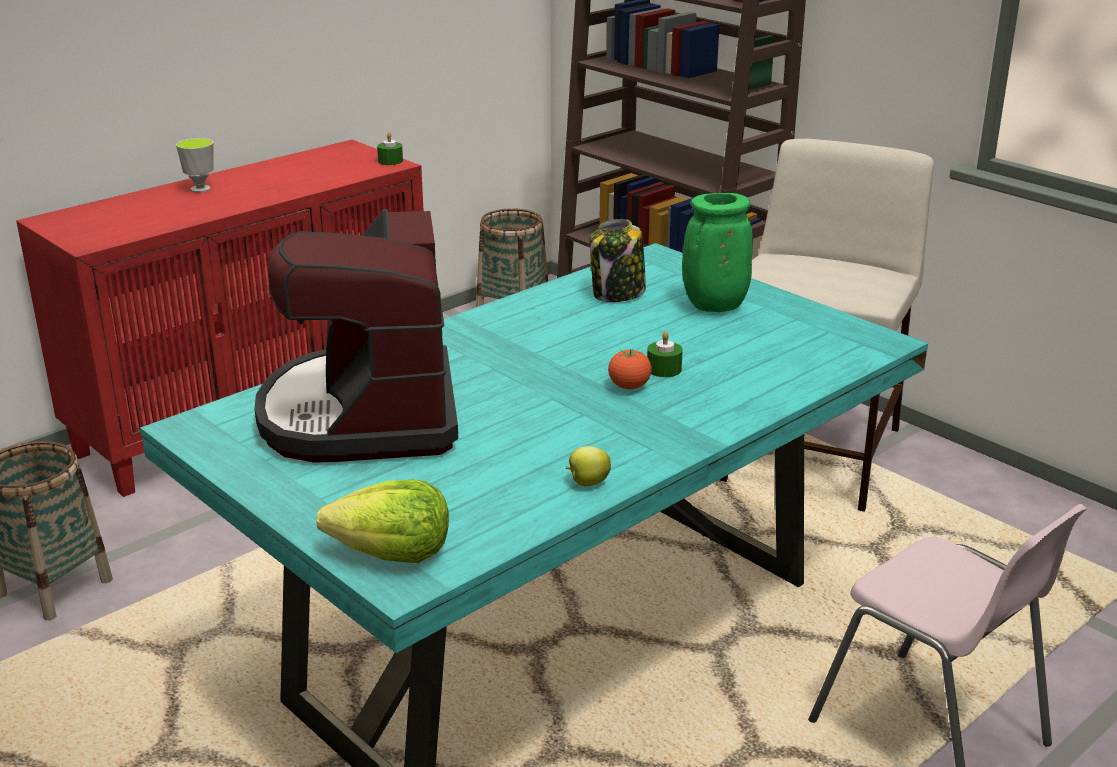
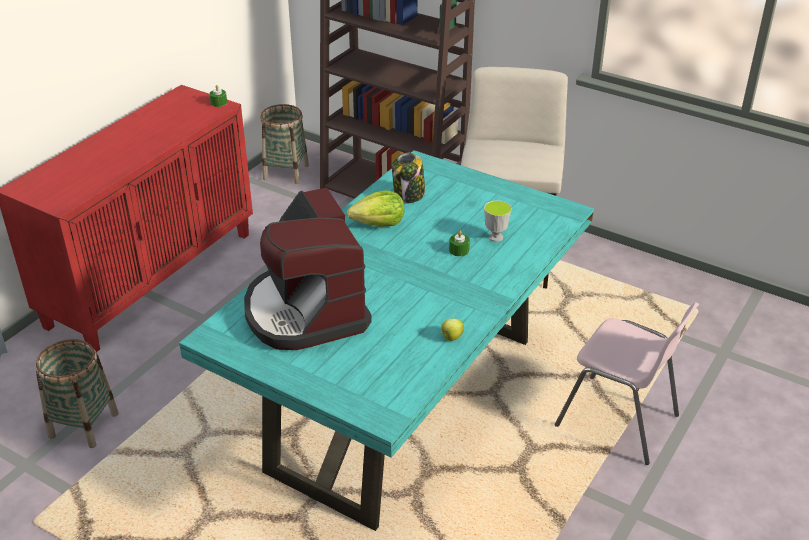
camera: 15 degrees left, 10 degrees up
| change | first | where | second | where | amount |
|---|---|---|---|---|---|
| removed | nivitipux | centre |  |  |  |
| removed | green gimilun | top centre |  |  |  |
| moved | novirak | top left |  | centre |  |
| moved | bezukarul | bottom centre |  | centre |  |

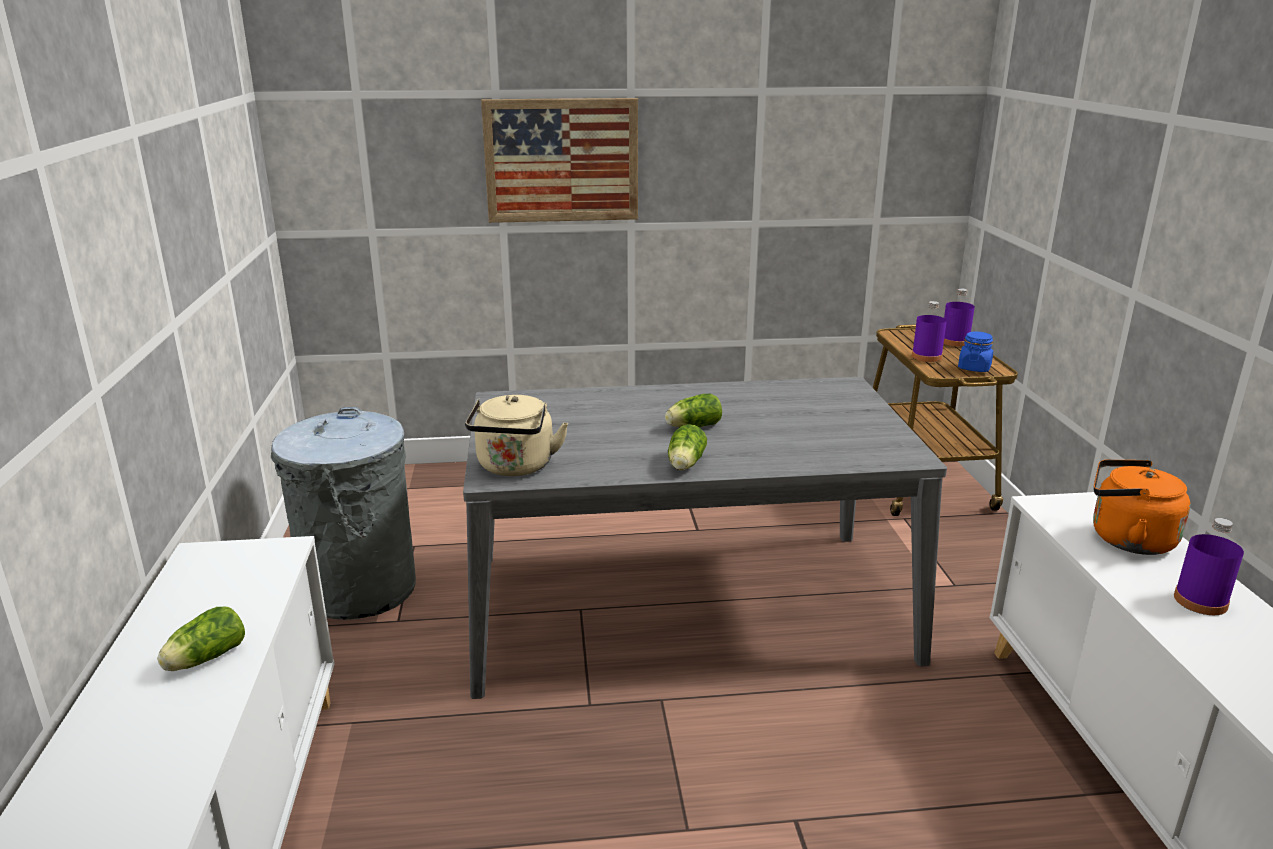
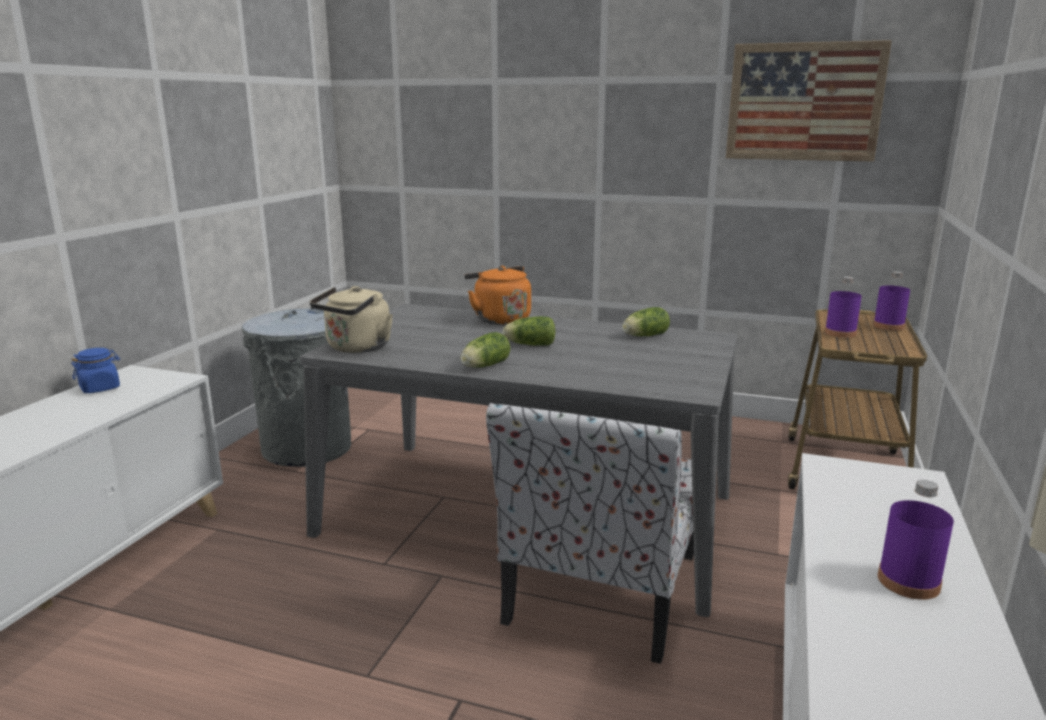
camera: 25 degrees right, 5 degrees down
| change | first | where | second | where | amount |
|---|---|---|---|---|---|
| added |  |  | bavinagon | bottom centre |  |
| moved | bezukarul (1st from left in the first image) | bottom left | bezukarul (3rd from left) | centre |  |
| moved | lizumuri | top centre |  | top right |  |
| moved | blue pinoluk | middle right |  | middle left |  |
| moved | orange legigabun | middle right |  | centre |  |

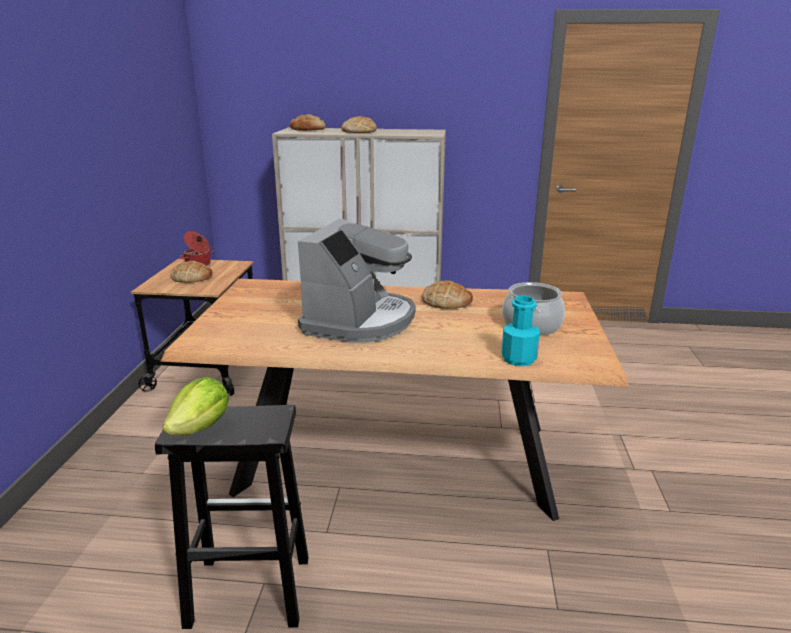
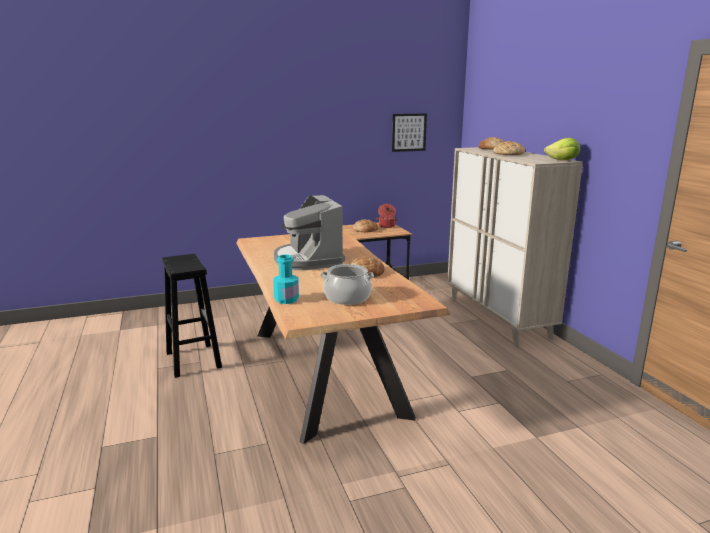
camera: 65 degrees right, 5 degrees down
| change | first | where | second | where | amount |
|---|---|---|---|---|---|
| added |  |  | lizumuri | top centre |  |
| moved | bezukarul | middle left |  | top right |  |
| turned | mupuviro | centre |  | centre | 75 degrees clockwise |

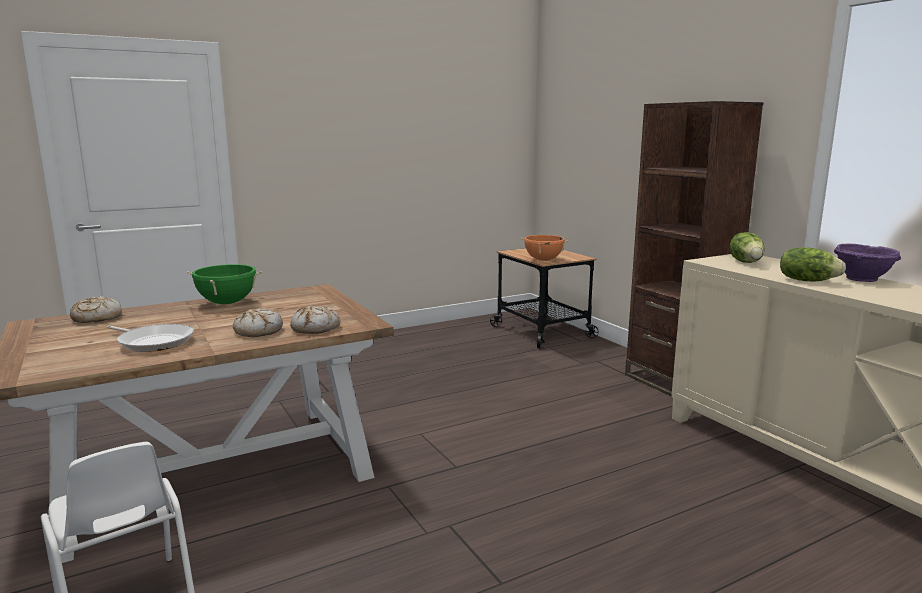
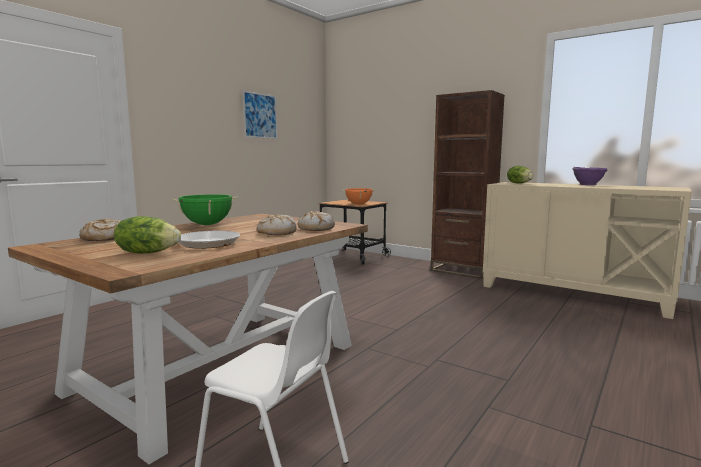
camera: 25 degrees left, 5 degrees down
| change | first | where | second | where | amount |
|---|---|---|---|---|---|
| added |  |  | lizumuri | top centre |  |
| moved | bezukarul (2nd from left in the first image) | middle right | bezukarul (1st from left) | middle left |  |

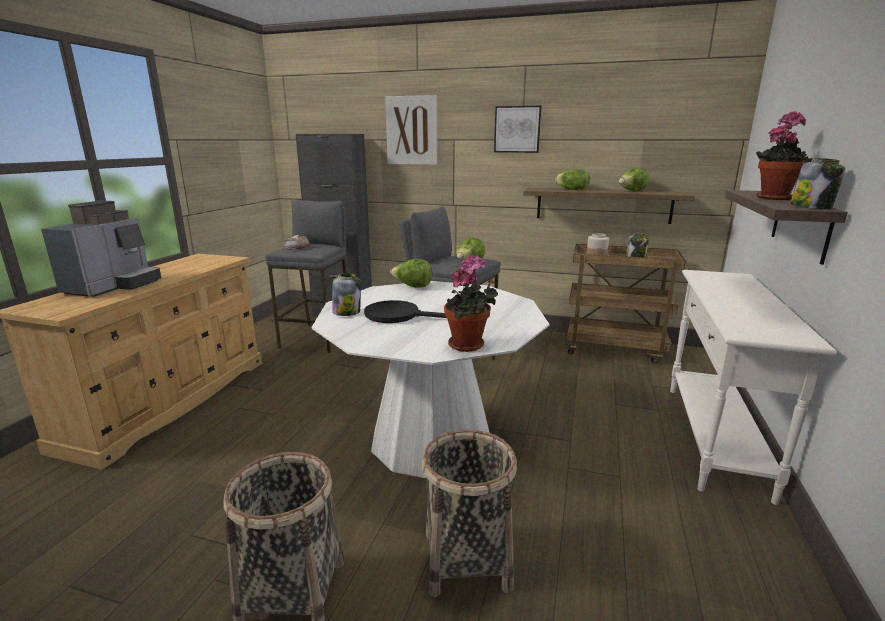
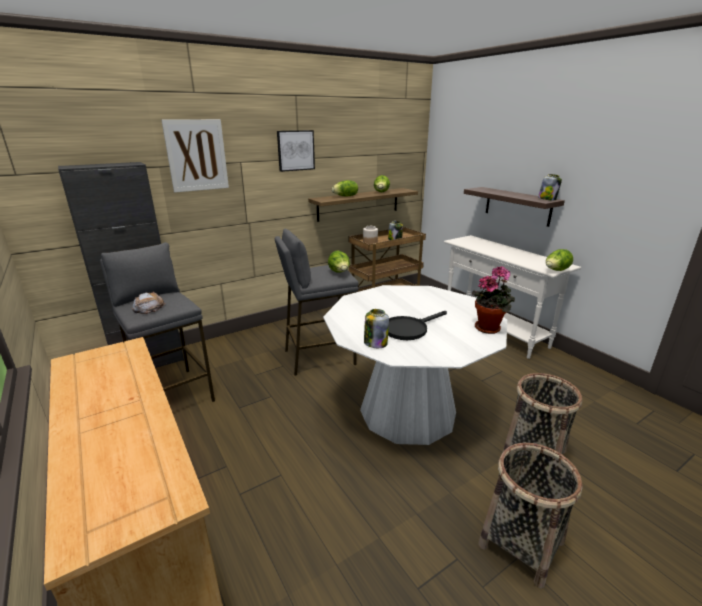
camera: 50 degrees left, 5 degrees up
| change | first | where | second | where | amount |
|---|---|---|---|---|---|
| removed | mupuviro | middle left |  |  |  |
| removed | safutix (2nd from left) | top right |  |  |  |
| moved | bezukarul (1st from left in the first image) | centre | bezukarul (4th from left) | middle right |  |

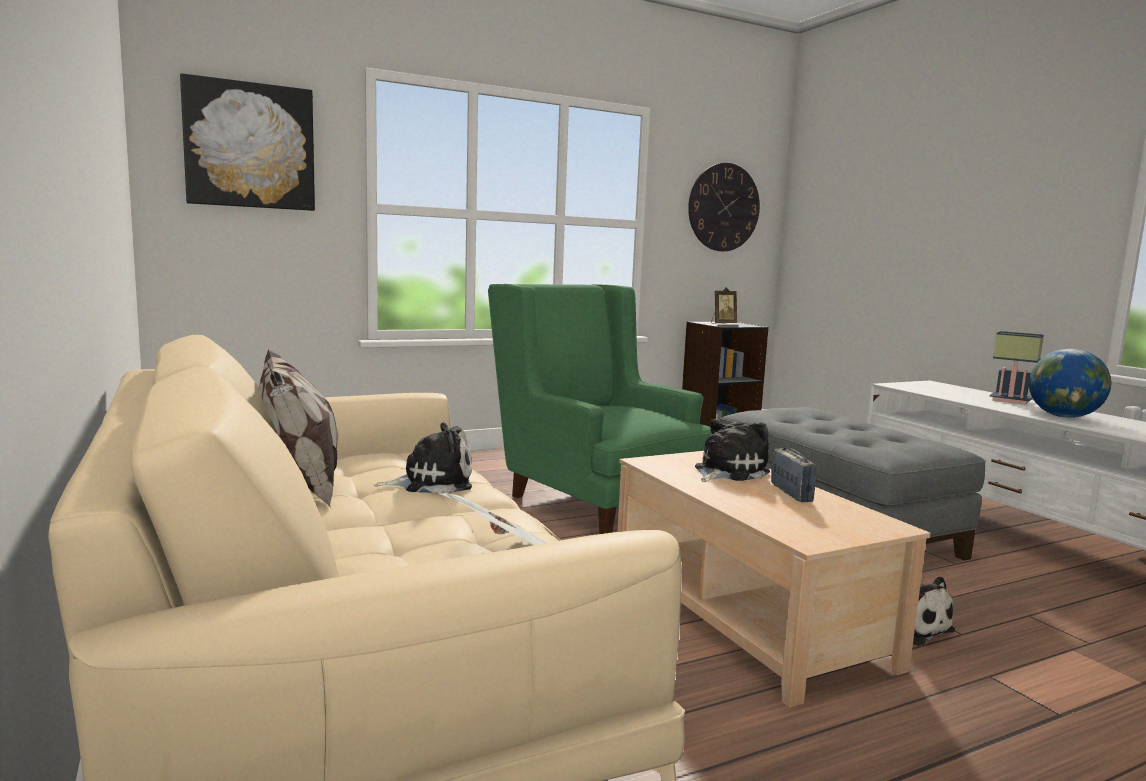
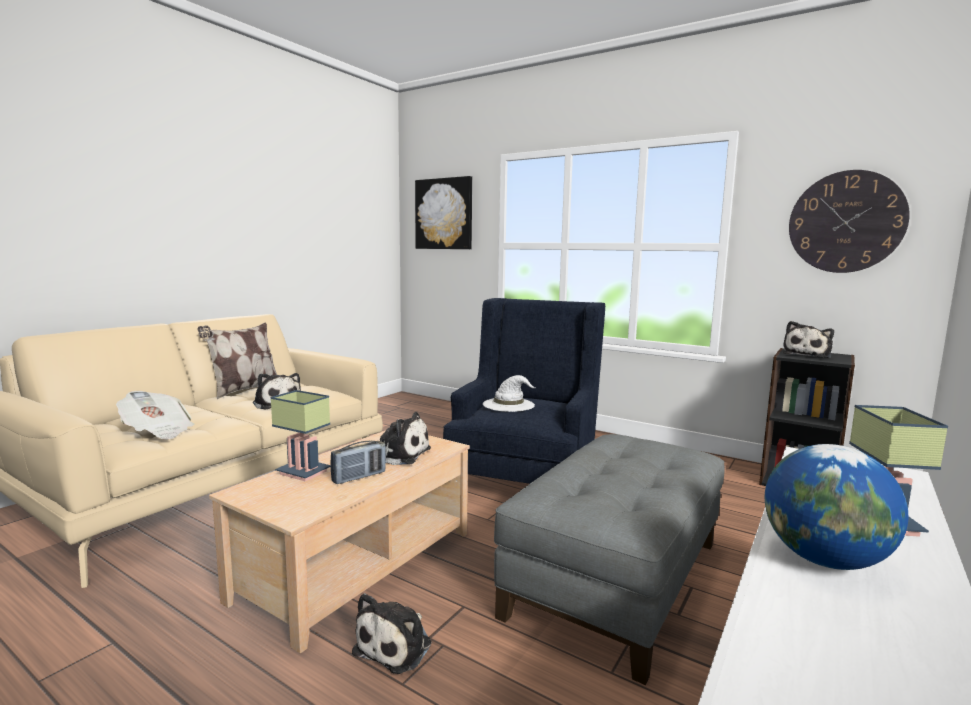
camera: 60 degrees right, 0 degrees up
| change | first | where | second | where | amount |
|---|---|---|---|---|---|
| added |  |  | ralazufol (1st from left) | middle left |  |
| added |  |  | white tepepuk | centre |  |
| replaced | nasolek | centre | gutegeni (4th from left) | middle right |  |
| recoloured | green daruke | centre | blue daruke | centre |  |

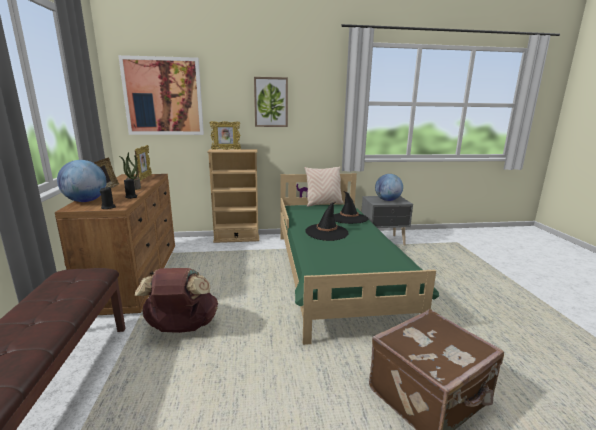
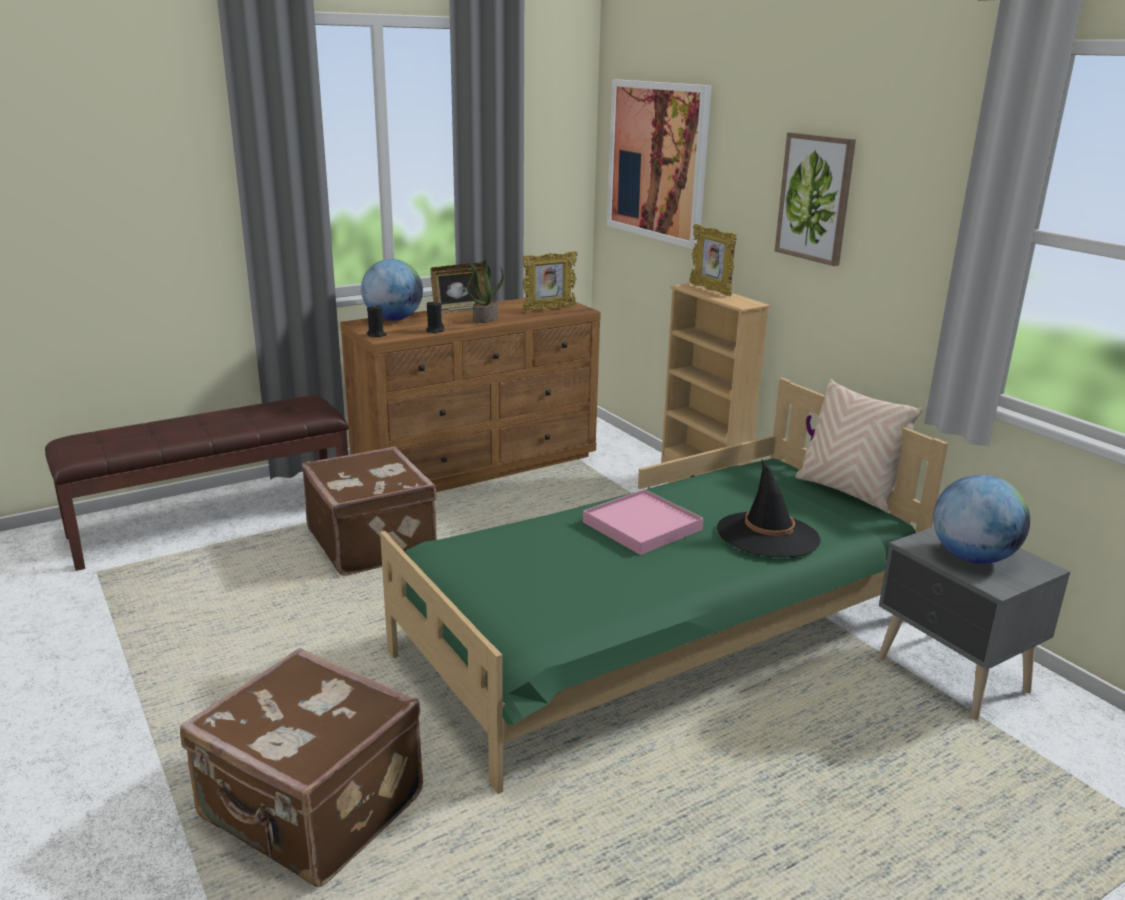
camera: 65 degrees right, 5 degrees up
| change | first | where | second | where | amount |
|---|---|---|---|---|---|
| replaced | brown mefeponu | bottom left | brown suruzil (2nd from left) | middle left |  |
| replaced | black tepepuk (1st from left) | centre | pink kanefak | centre |  |

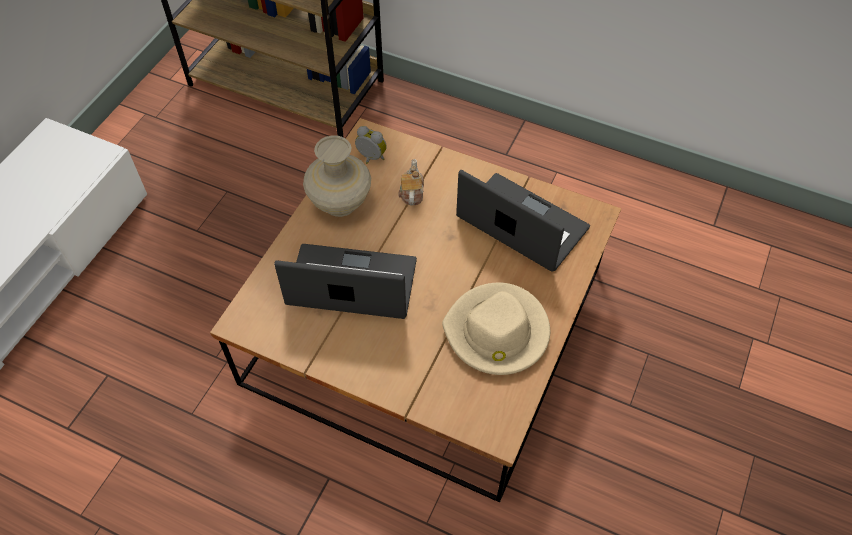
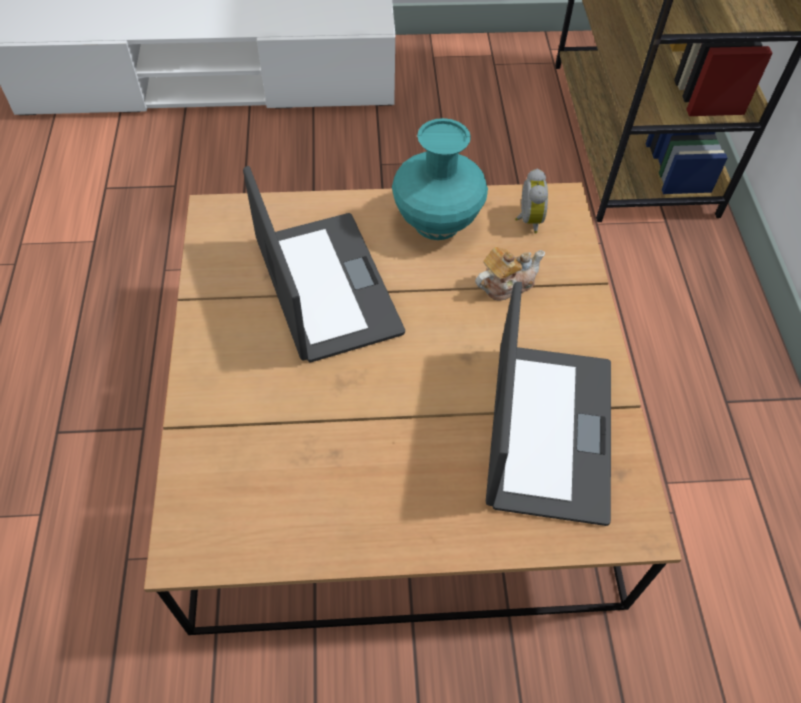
camera: 60 degrees right, 0 degrees up
| change | first | where | second | where | amount |
|---|---|---|---|---|---|
| removed | beige tepepuk | centre |  |  |  |
| recoloured | beige gimilun | top centre | turquoise gimilun | top centre |  |

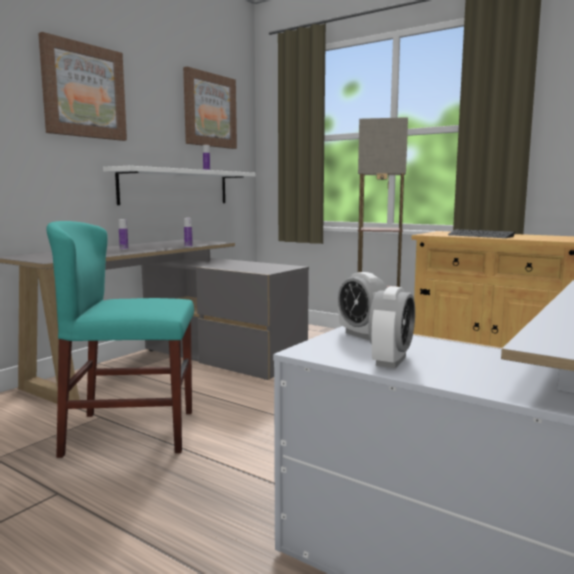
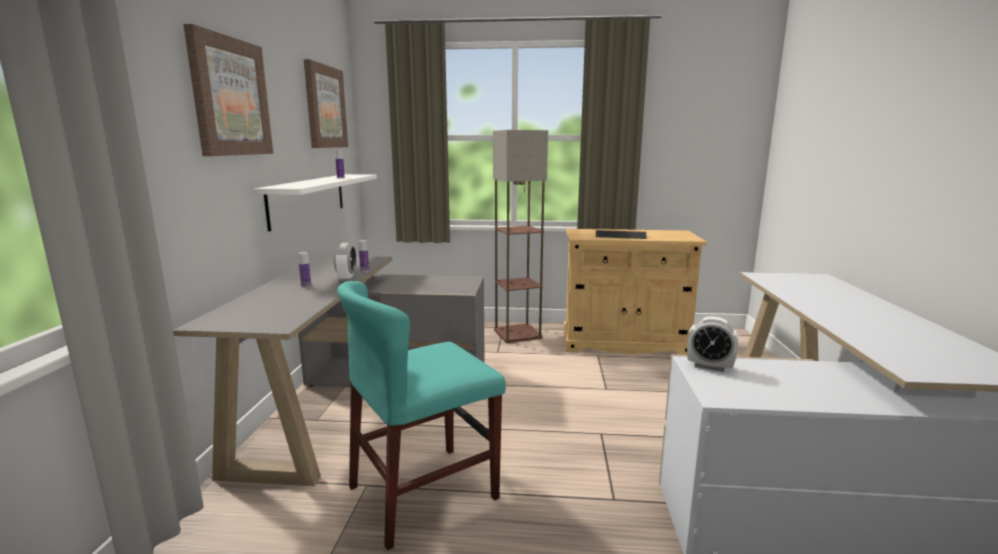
camera: 30 degrees left, 5 degrees up
| change | first | where | second | where | amount |
|---|---|---|---|---|---|
| moved | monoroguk (2nd from left in the first image) | middle right | monoroguk (1st from left) | centre |  |

